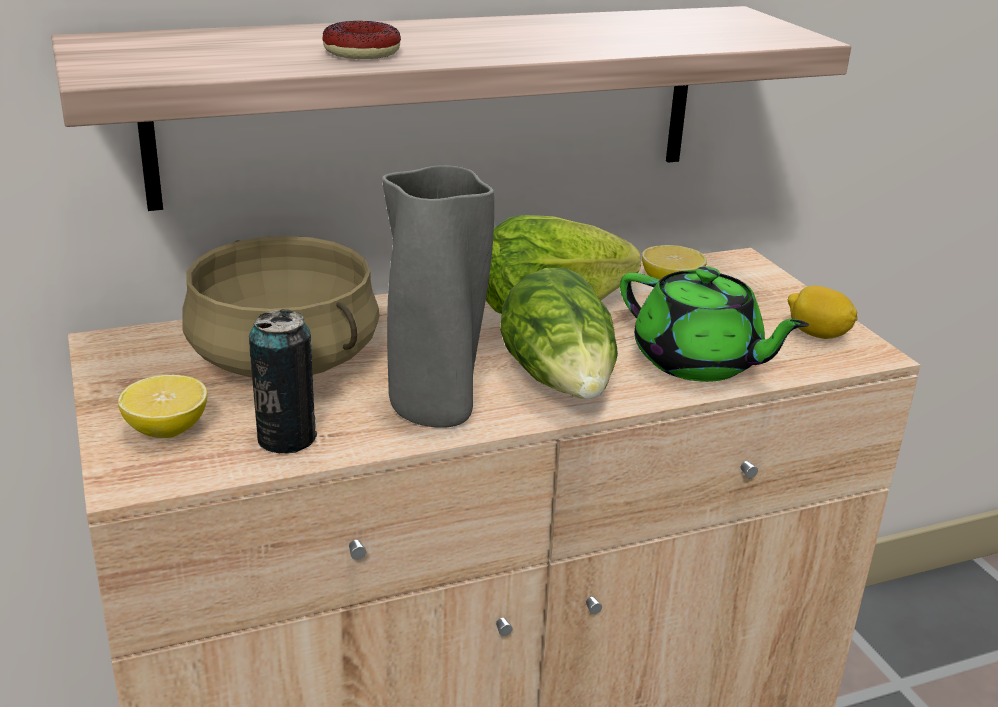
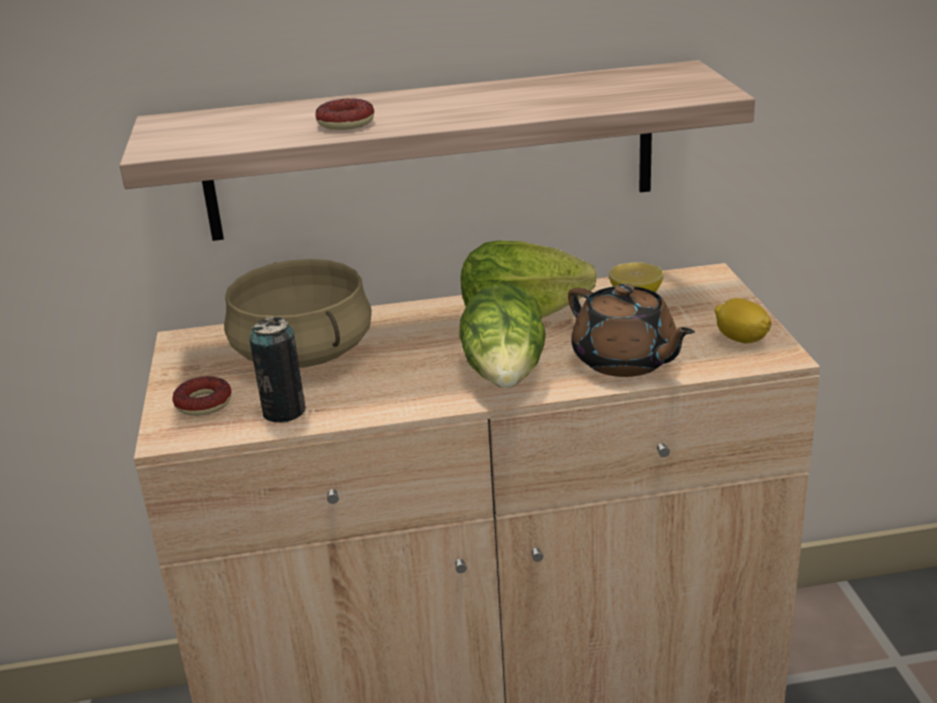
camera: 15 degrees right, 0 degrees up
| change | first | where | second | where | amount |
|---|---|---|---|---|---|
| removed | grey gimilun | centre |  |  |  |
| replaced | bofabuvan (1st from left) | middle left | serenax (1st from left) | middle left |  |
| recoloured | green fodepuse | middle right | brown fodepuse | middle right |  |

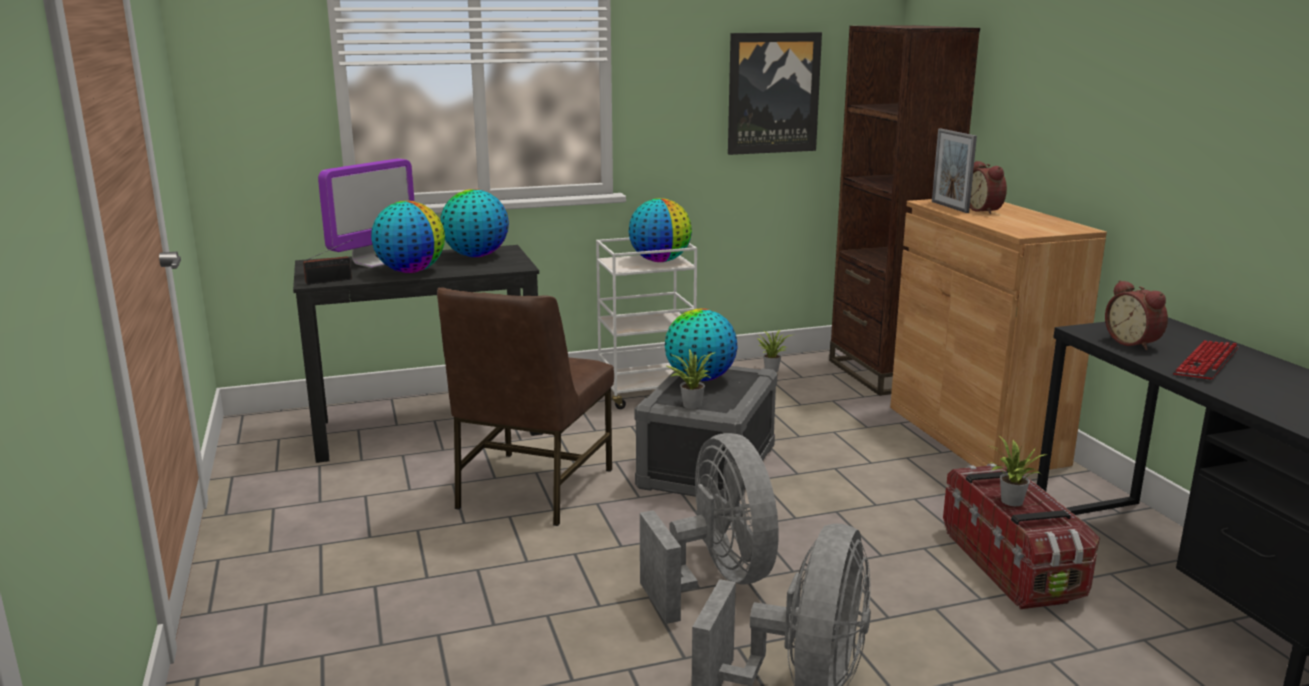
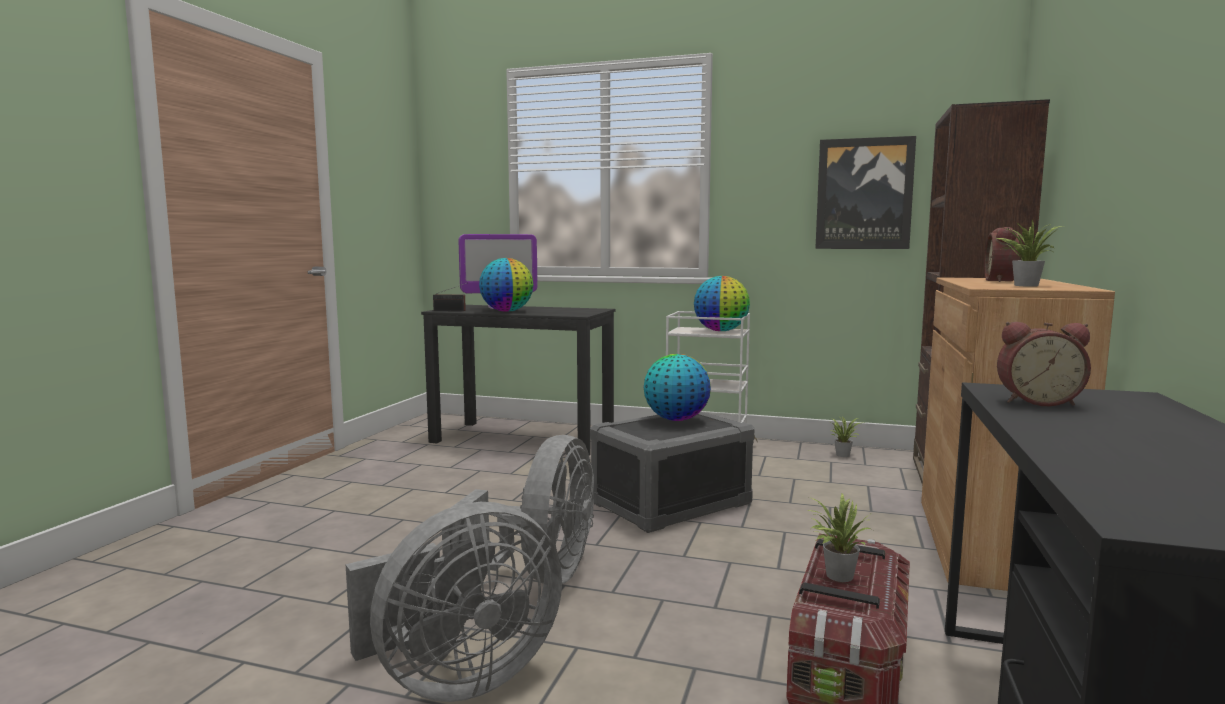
camera: 35 degrees right, 10 degrees down
| change | first | where | second | where | amount |
|---|---|---|---|---|---|
| removed | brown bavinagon | centre |  |  |  |
| removed | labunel (2nd from left) | top centre |  |  |  |
| removed | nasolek | top right |  |  |  |
| removed | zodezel | middle right |  |  |  |
| moved | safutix (1st from left in the first image) | centre | safutix (3rd from left) | middle right |  |
| turned | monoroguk (2nd from left) | middle right |  | middle right | 90 degrees counterclockwise |

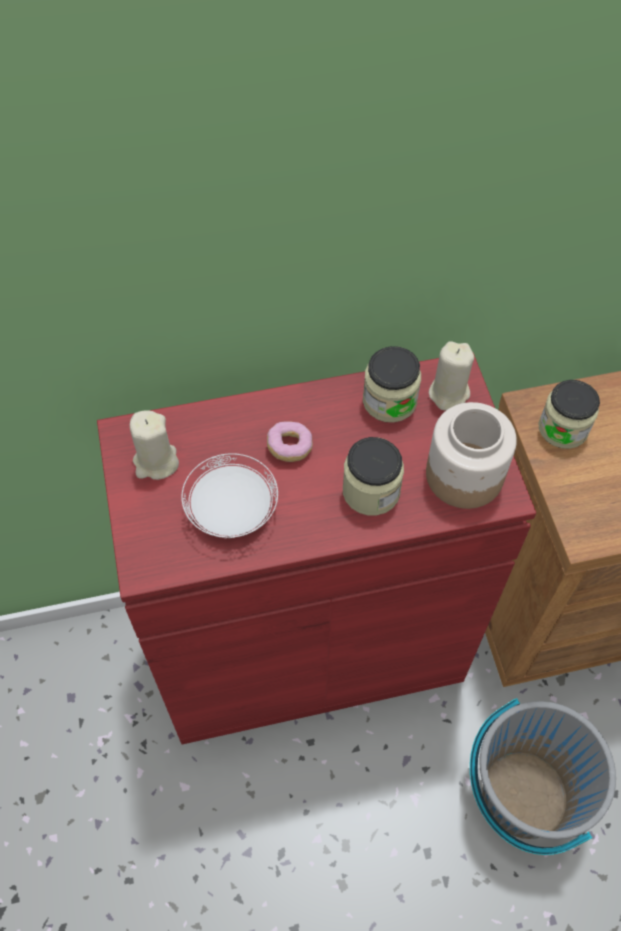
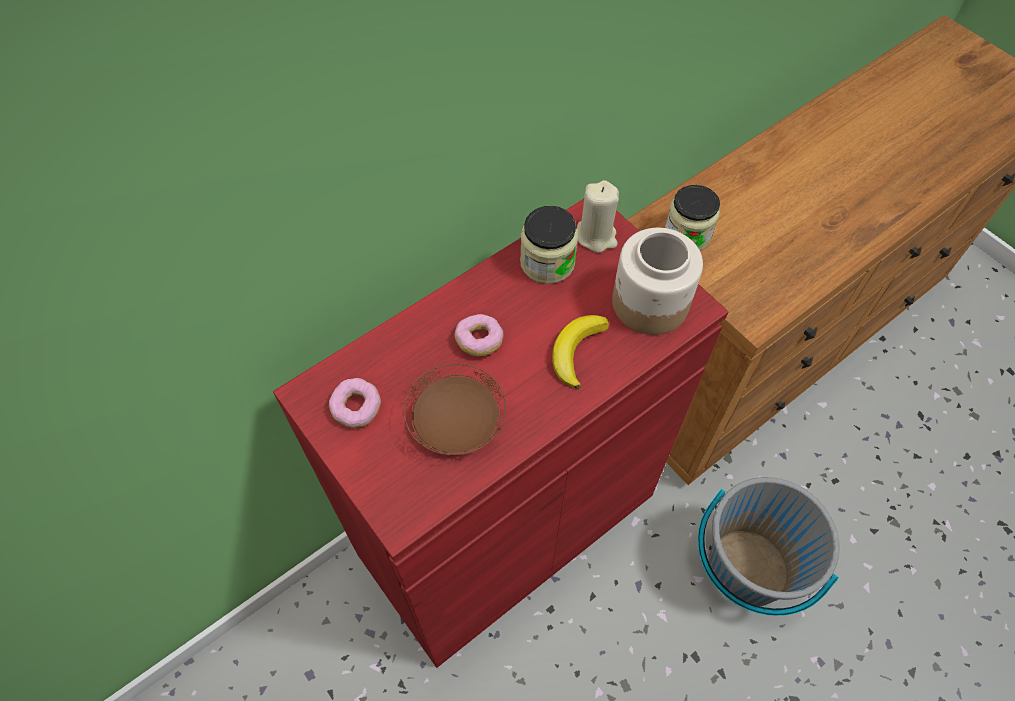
camera: 25 degrees left, 0 degrees up
| change | first | where | second | where | amount |
|---|---|---|---|---|---|
| replaced | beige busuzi (1st from left) | middle left | serenax (1st from left) | centre |  |
| replaced | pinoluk (1st from left) | centre | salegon | centre |  |
| recoloured | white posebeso | centre | brown posebeso | centre |  |

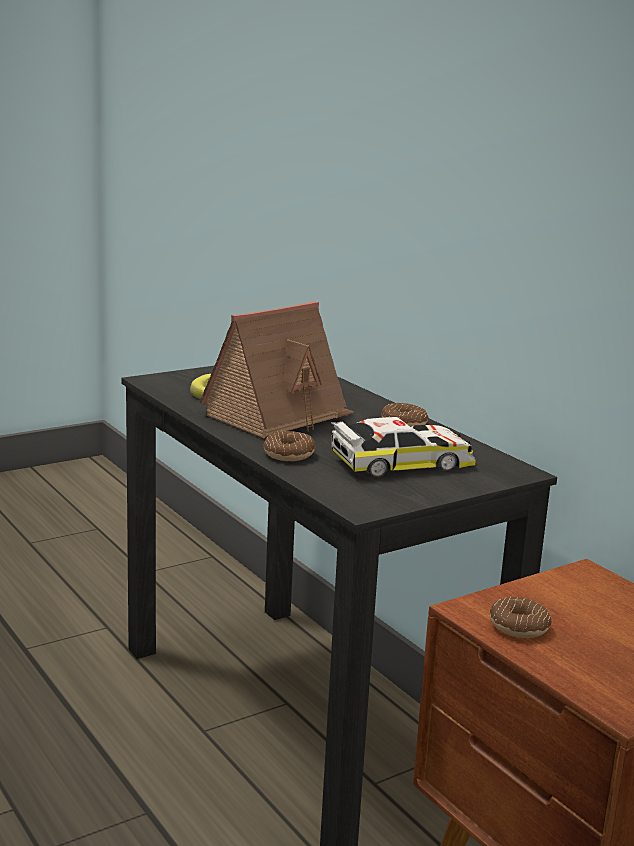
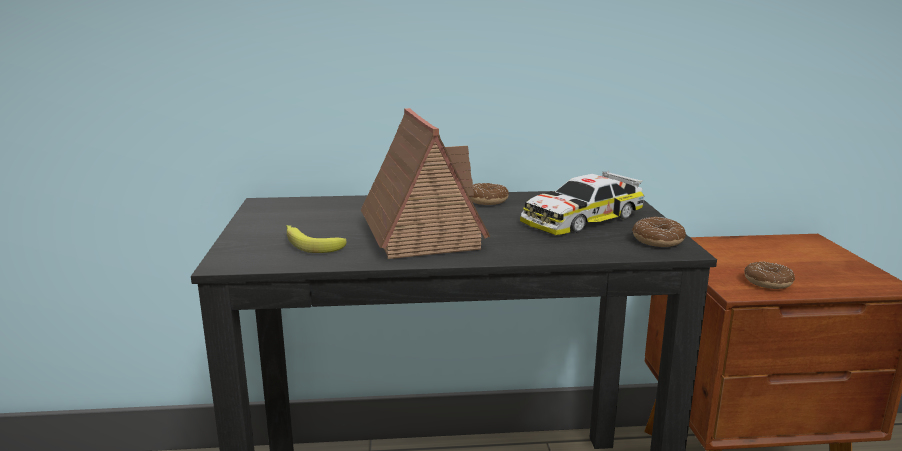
camera: 60 degrees left, 0 degrees up
| change | first | where | second | where | amount |
|---|---|---|---|---|---|
| moved | serenax (1st from left in the first image) | centre | serenax (2nd from left) | middle right |  |
| turned | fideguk | centre |  | centre | 135 degrees counterclockwise |

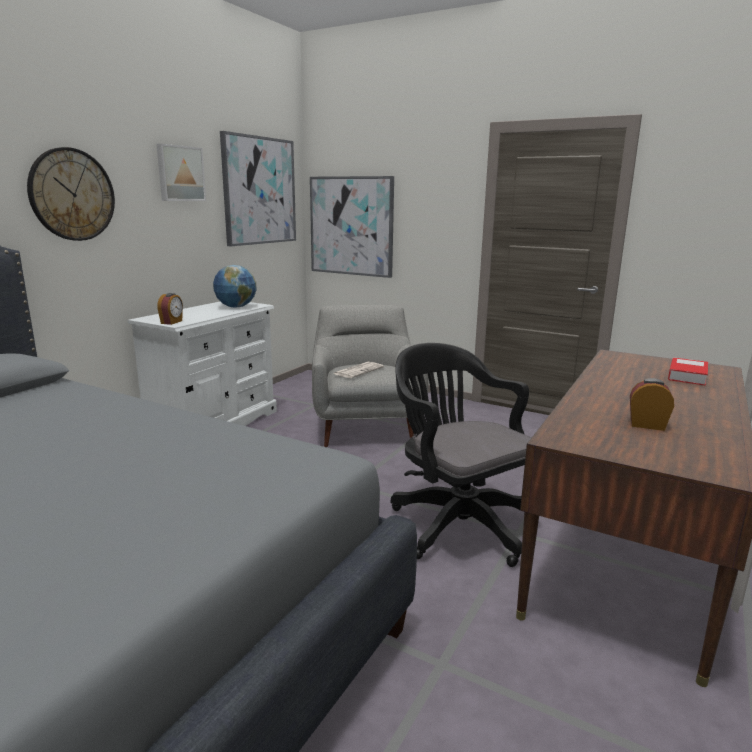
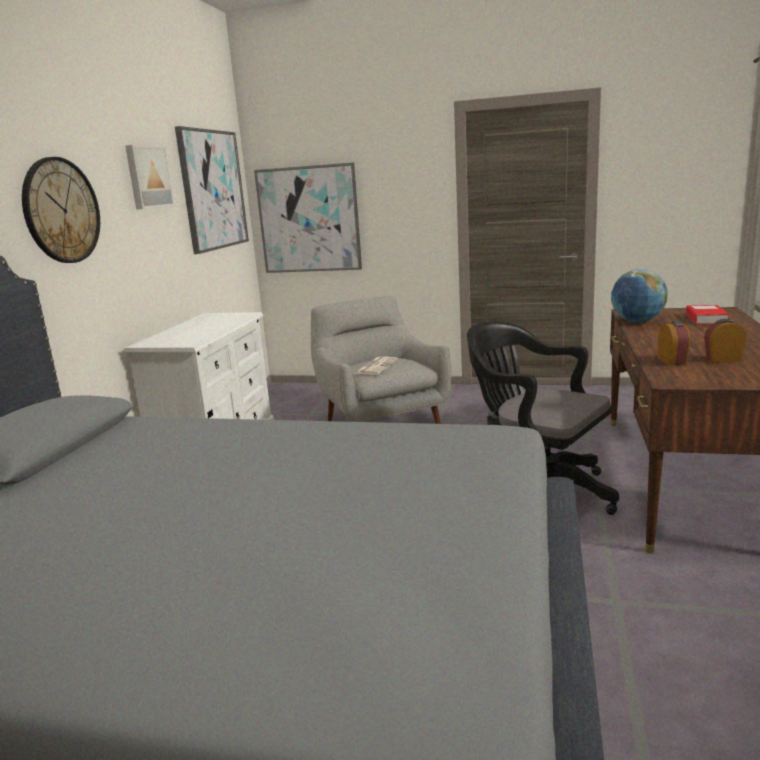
camera: 15 degrees left, 0 degrees up
| change | first | where | second | where | amount |
|---|---|---|---|---|---|
| moved | monoroguk (1st from left) | middle left |  | middle right |  |
| moved | labunel | middle left |  | middle right |  |

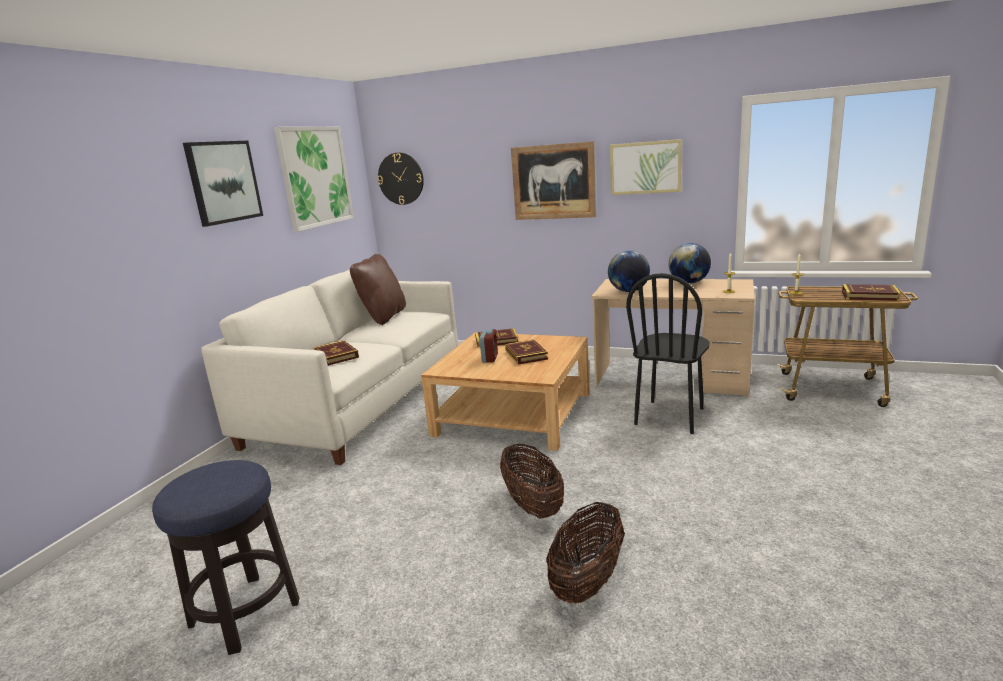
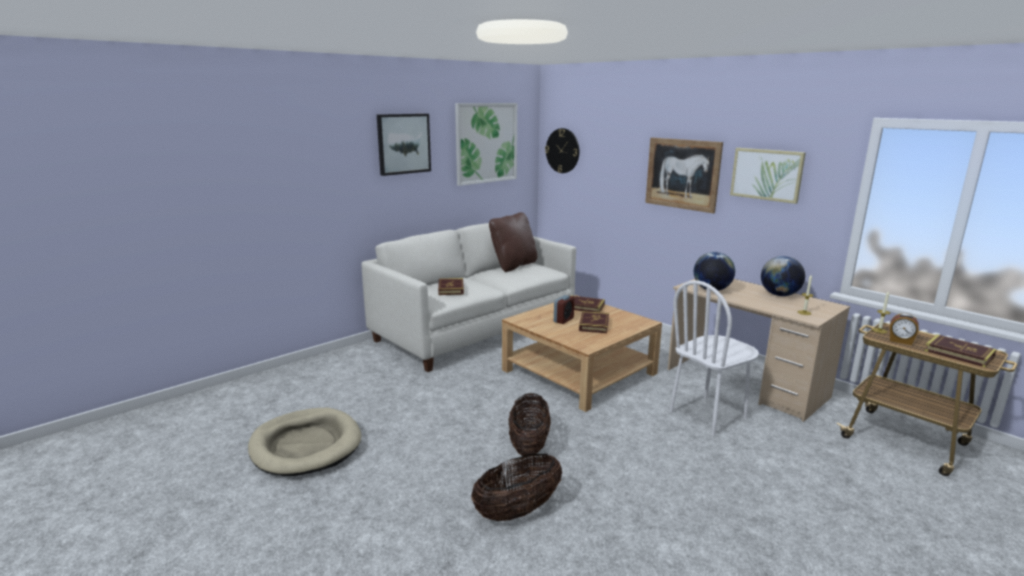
camera: 25 degrees right, 0 degrees up
| change | first | where | second | where | amount |
|---|---|---|---|---|---|
| added |  |  | monoroguk (2nd from left) | middle right |  |
| replaced | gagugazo | bottom left | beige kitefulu | bottom left |  |
| recoloured | black bavinagon | centre | white bavinagon | middle right |  |

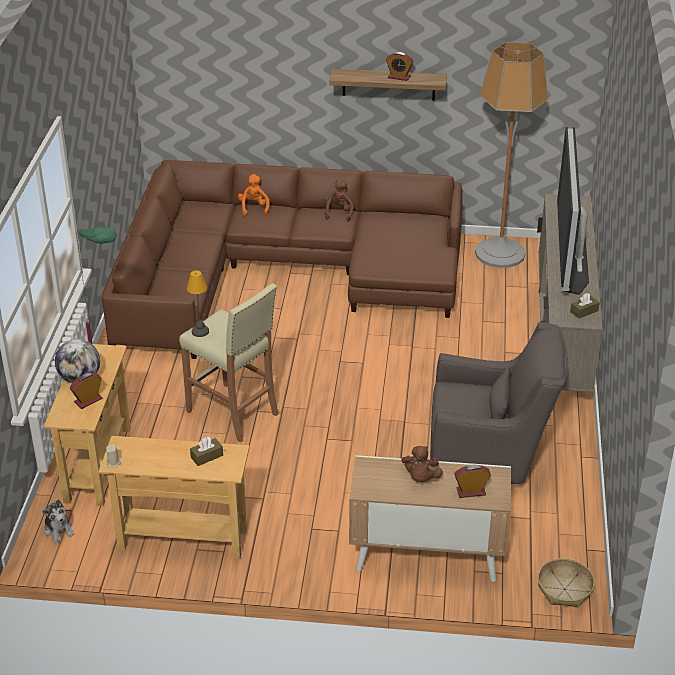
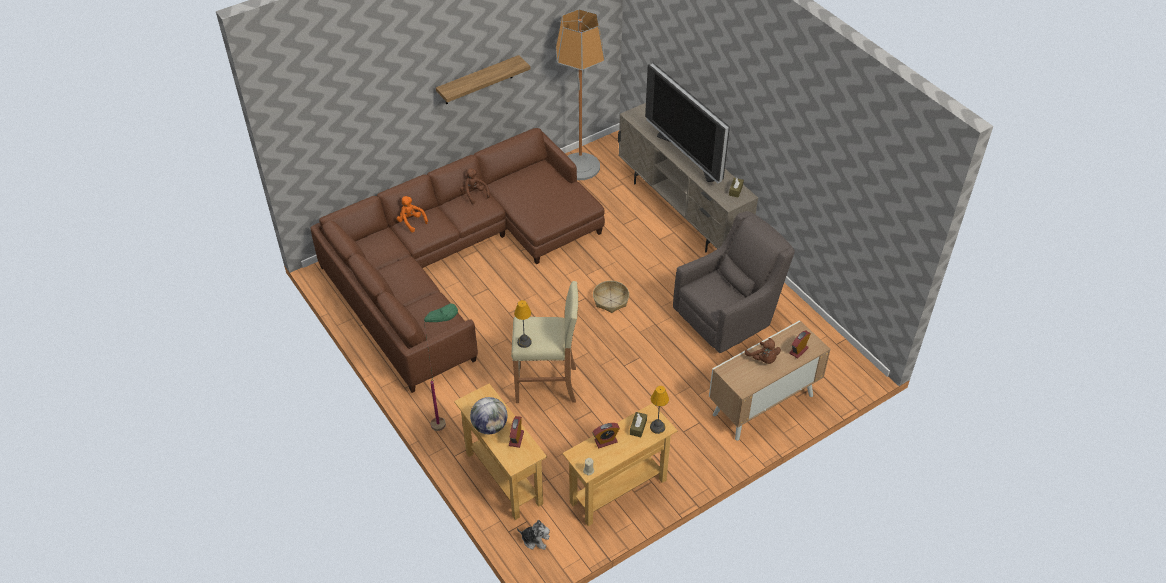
camera: 40 degrees left, 10 degrees up
| change | first | where | second | where | amount |
|---|---|---|---|---|---|
| added |  |  | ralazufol (2nd from left) | bottom centre |  |
| moved | monoroguk (2nd from left) | top centre |  | bottom centre |  |
| moved | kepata | bottom right |  | centre |  |

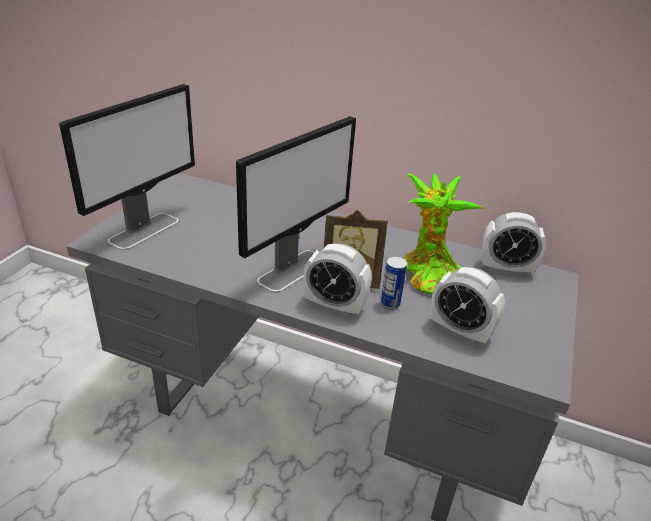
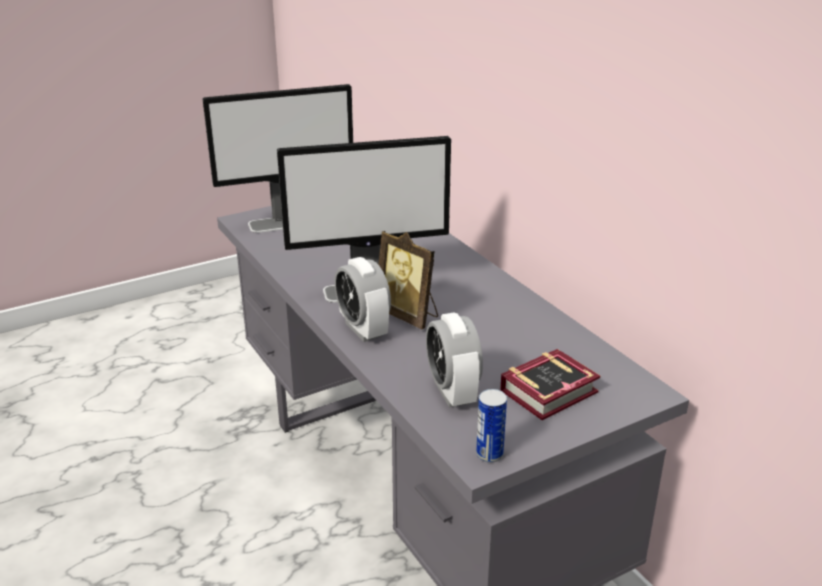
camera: 40 degrees right, 5 degrees down
| change | first | where | second | where | amount |
|---|---|---|---|---|---|
| removed | safutix | middle right |  |  |  |
| removed | monoroguk (3rd from left) | middle right |  |  |  |
| added |  |  | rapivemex | middle right |  |
| moved | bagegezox | centre |  | bottom centre |  |

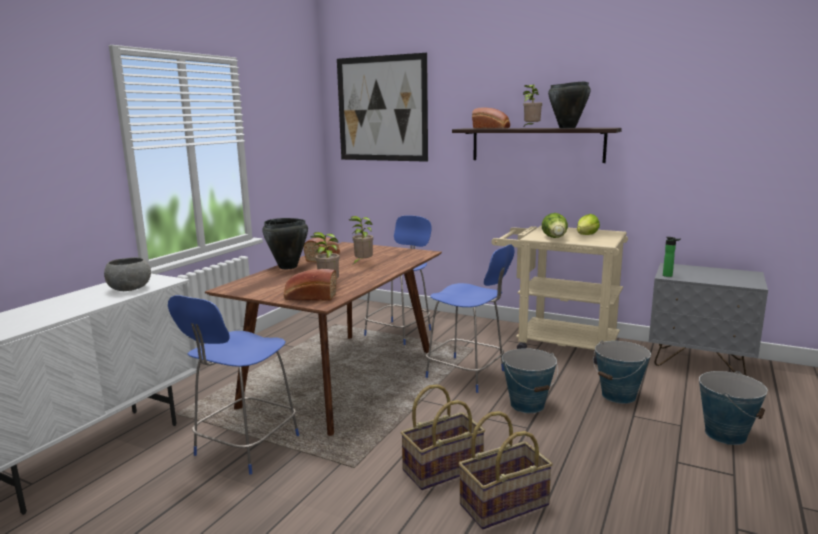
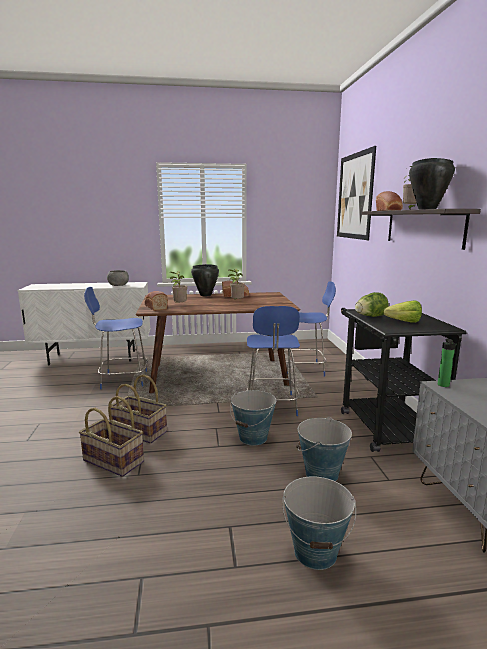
camera: 55 degrees right, 0 degrees up
| change | first | where | second | where | amount |
|---|---|---|---|---|---|
| recoloured | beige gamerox | middle right | black gamerox | middle right |  |

